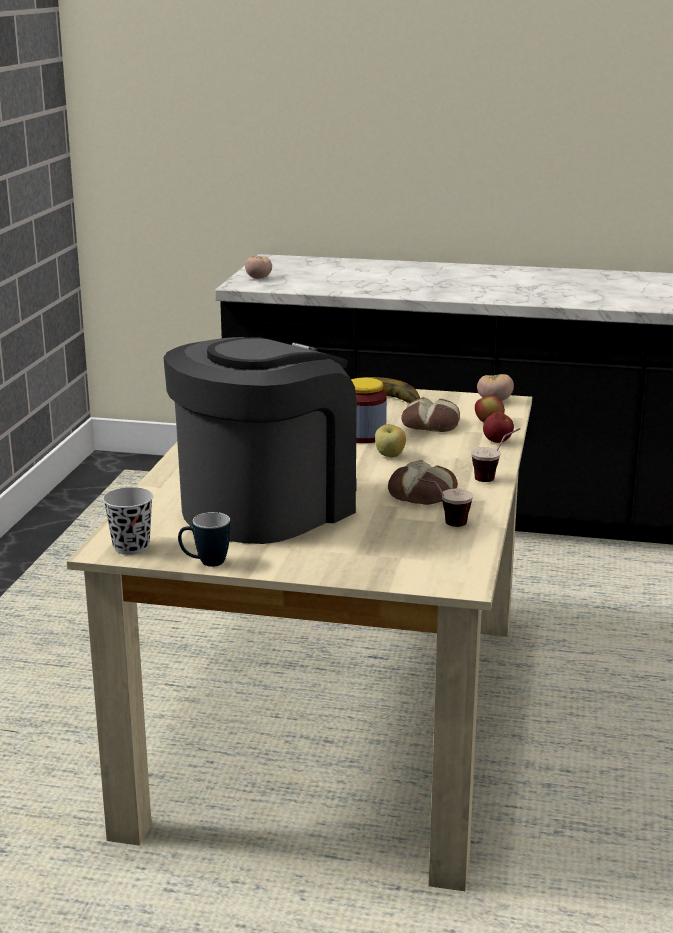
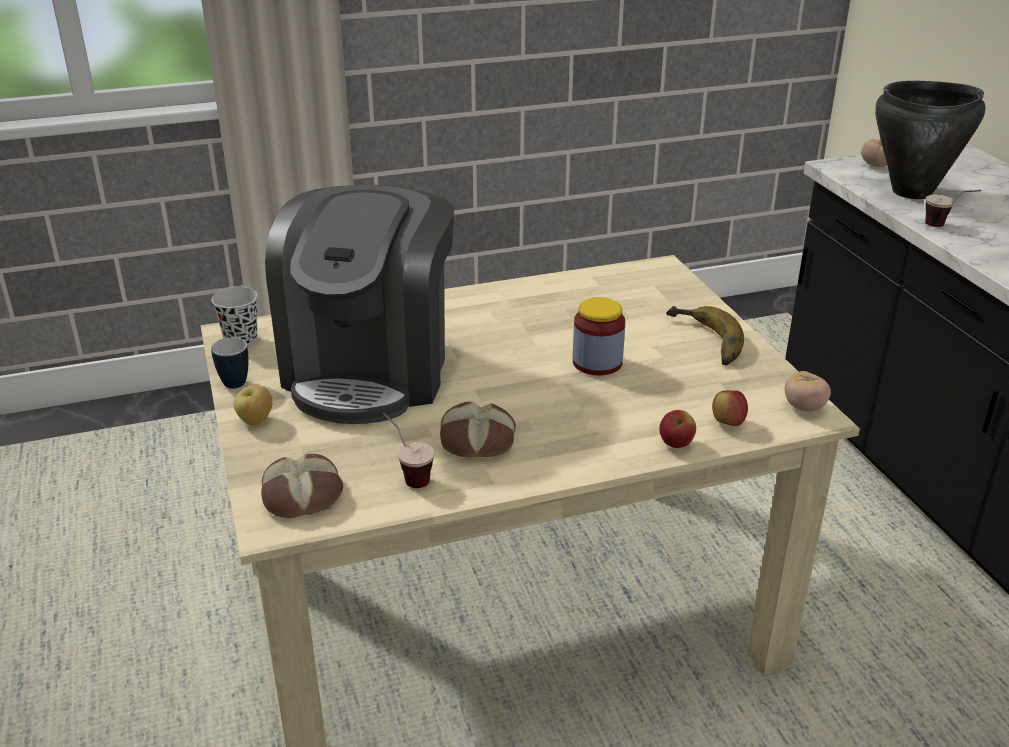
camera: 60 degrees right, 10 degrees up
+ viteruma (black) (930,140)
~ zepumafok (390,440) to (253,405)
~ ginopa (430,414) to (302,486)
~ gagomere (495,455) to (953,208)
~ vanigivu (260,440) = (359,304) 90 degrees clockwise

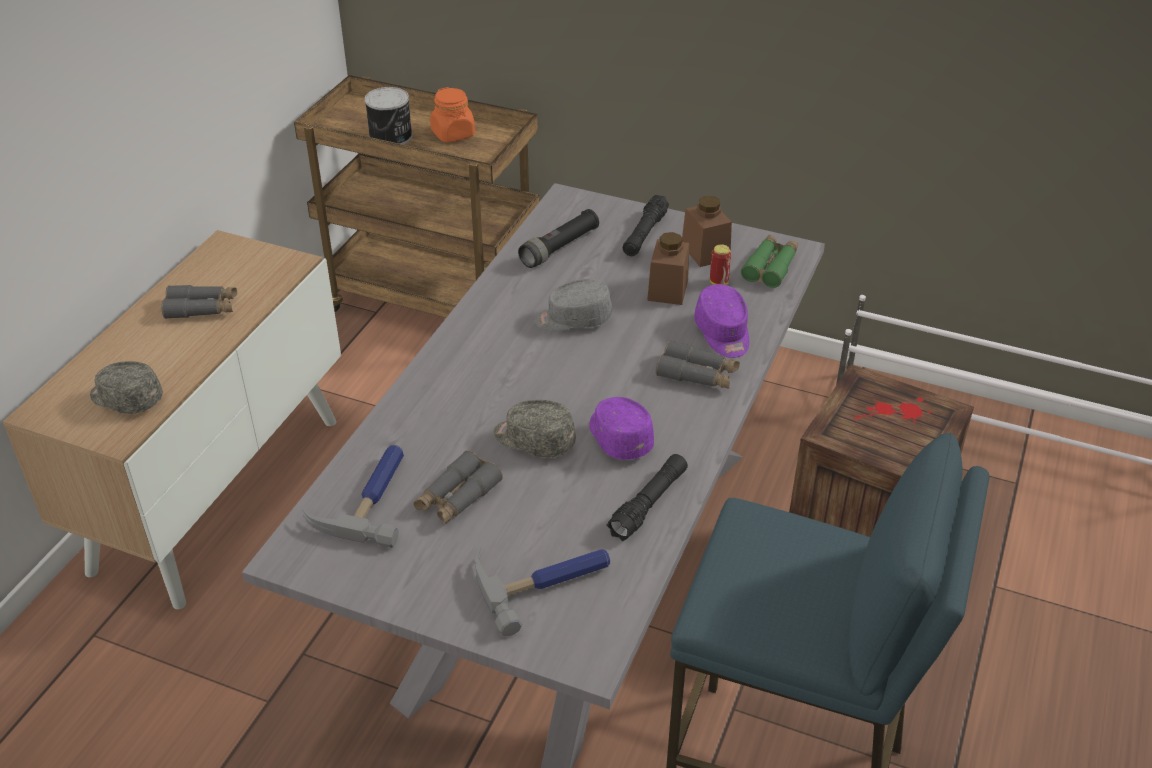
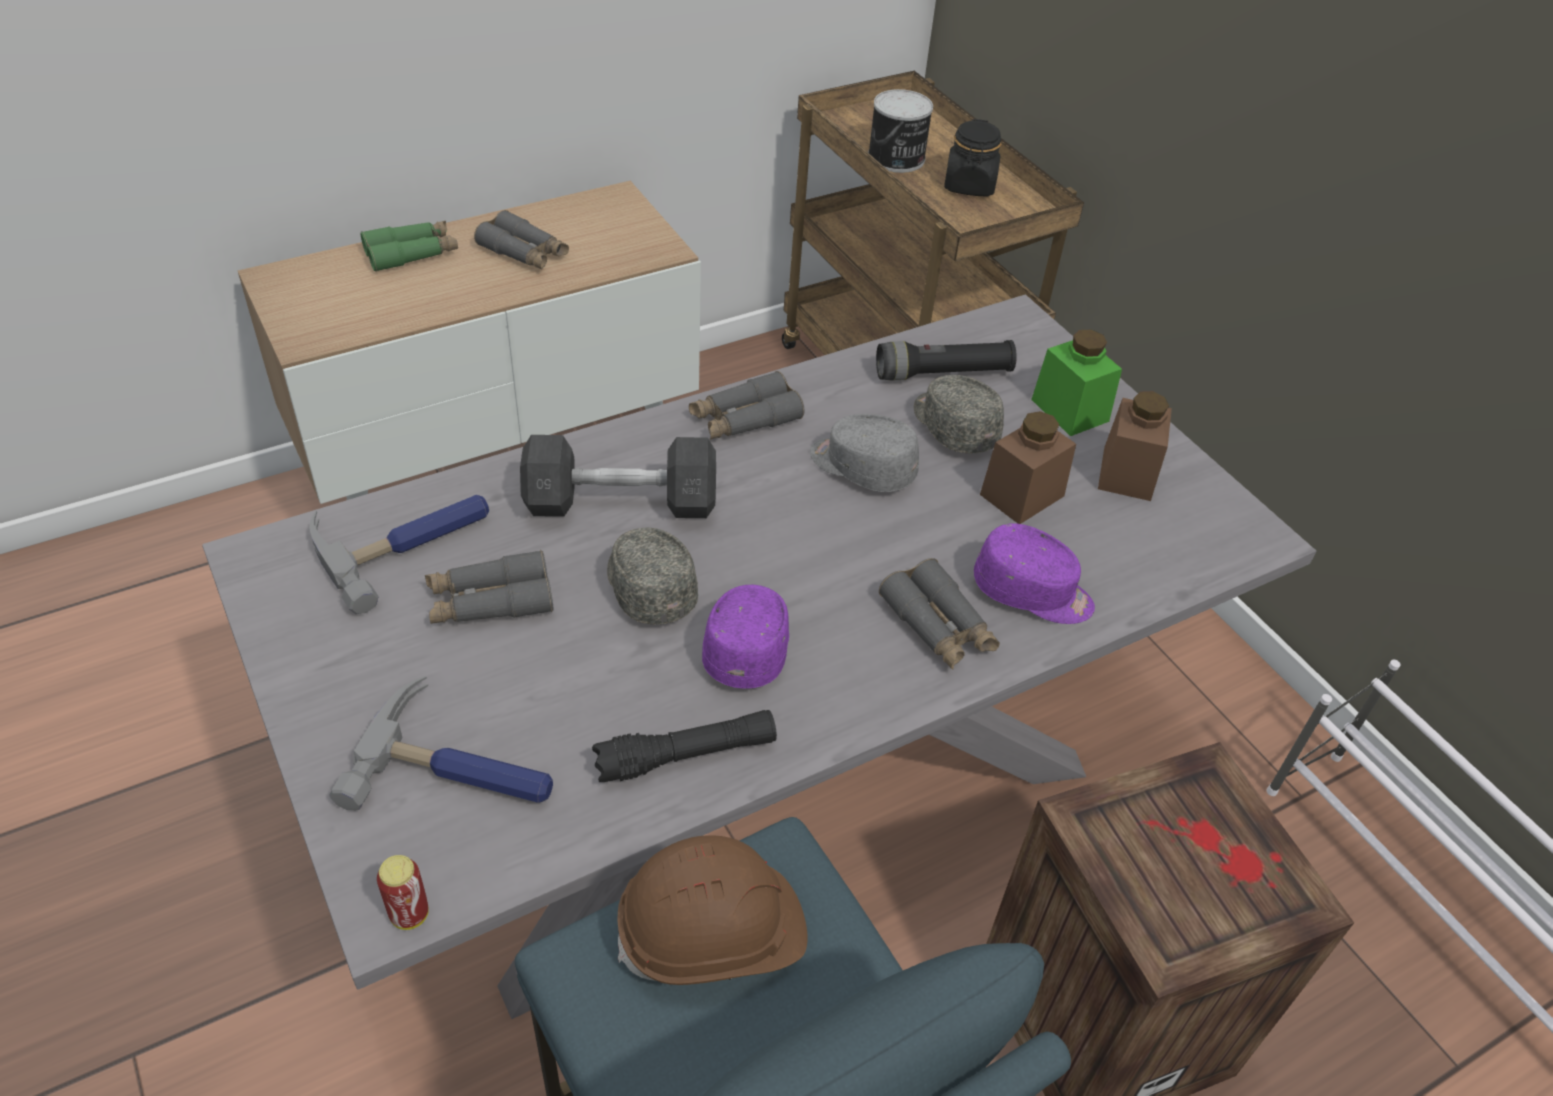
camera: 35 degrees right, 5 degrees up
+ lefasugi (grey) (618,476)
+ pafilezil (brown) (713,910)
+ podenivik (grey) (746,405)
~ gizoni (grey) (126,387) to (959,414)
~ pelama (720,264) to (403,892)
~ podenivik (green) (769,261) to (409,246)
~ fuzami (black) (646,225) to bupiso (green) (1076,383)
~ bupiso (orange) (452,115) to bupiso (black) (972,158)
~ gizoni (purple) (721,321) = (1034,573) 90 degrees counterclockwise

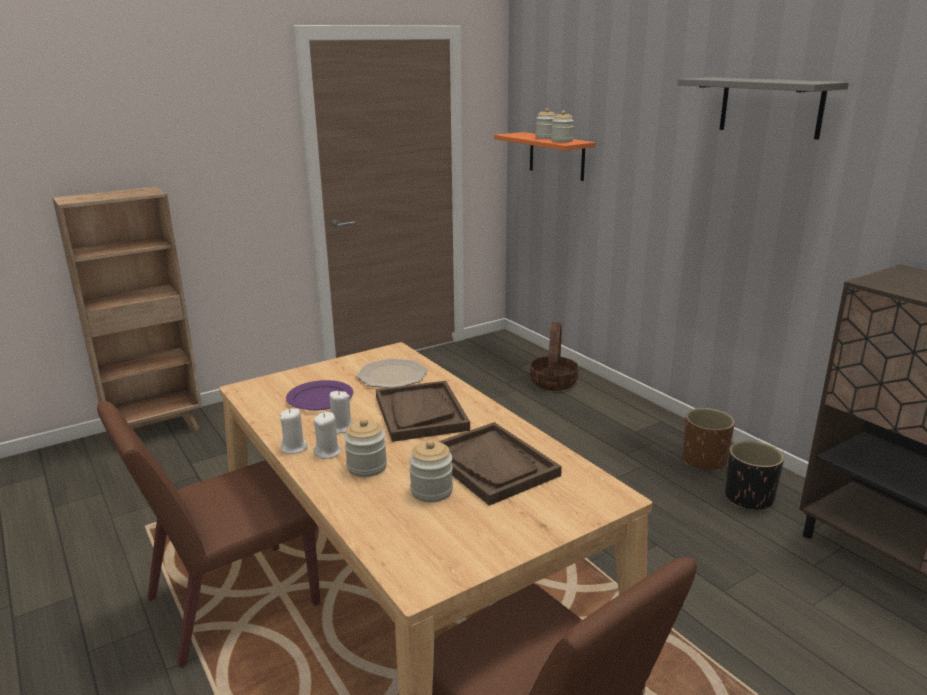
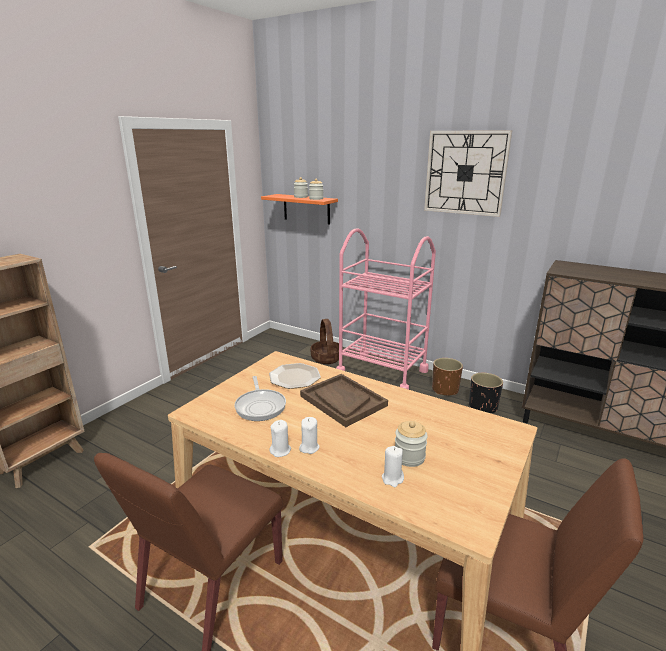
camera: 25 degrees left, 0 degrees up
- bupiso (365,447)
- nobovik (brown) (500,464)
+ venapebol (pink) (386,309)
~ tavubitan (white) (341,413) to (393,466)
~ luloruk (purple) (319,395) to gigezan (260,398)
~ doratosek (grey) (763,108) to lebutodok (468,173)

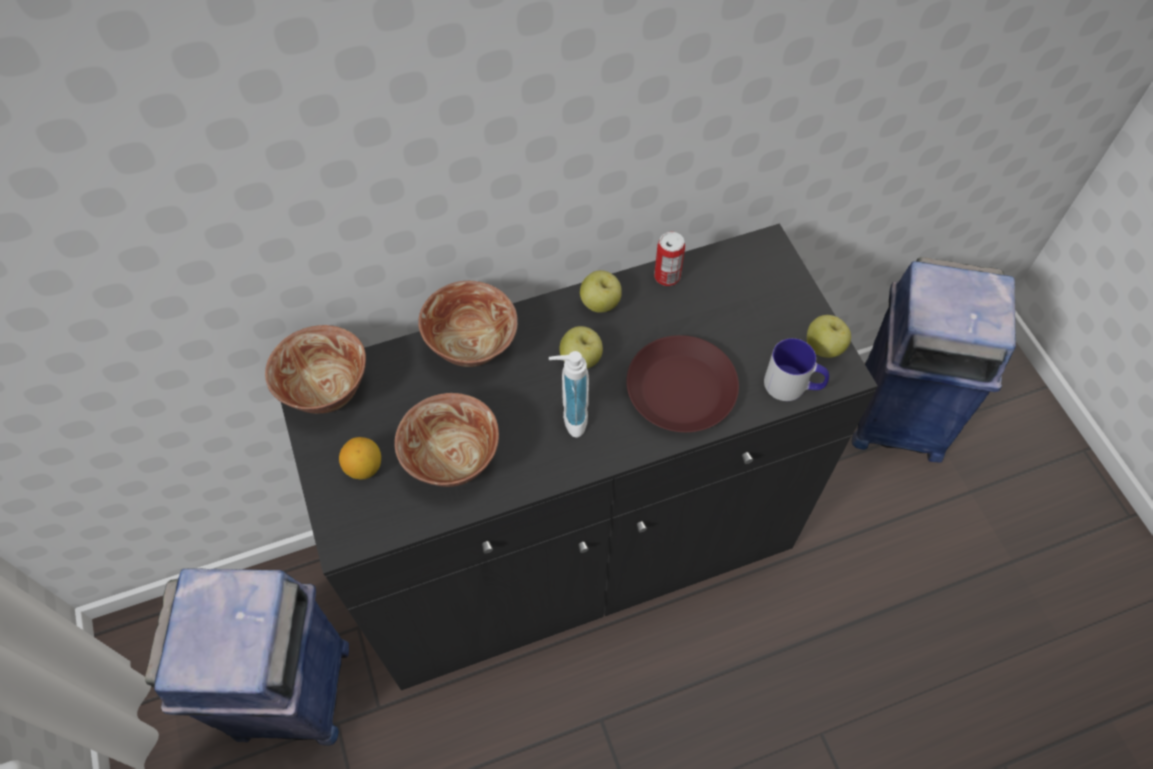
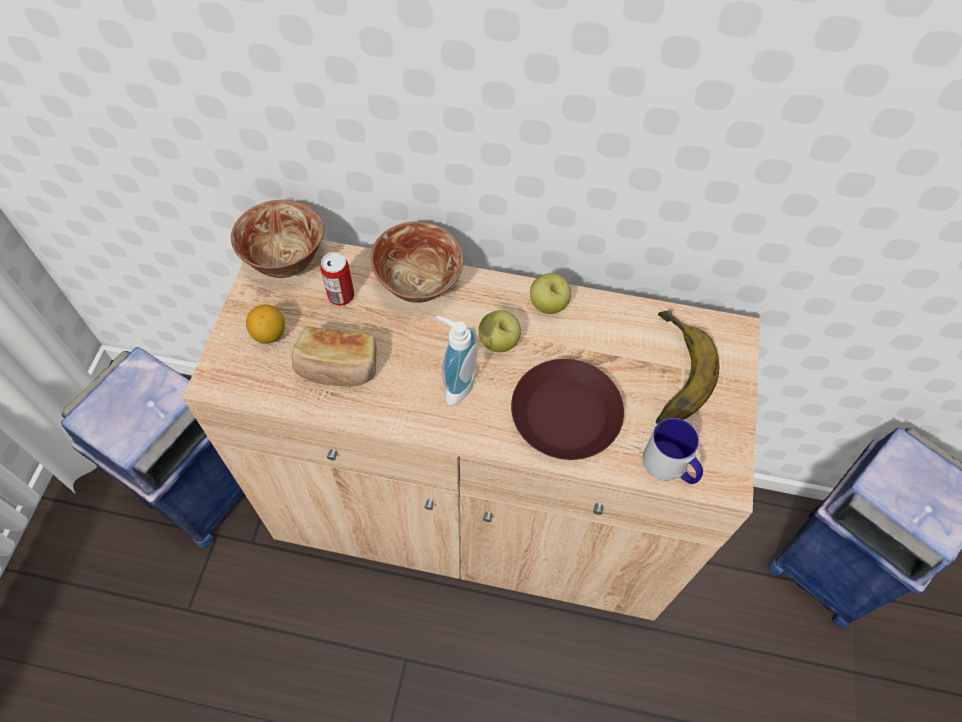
camera: 30 degrees right, 0 degrees up
- zepumafok (829,336)
+ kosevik (687,367)
~ pelama (669,259) to (337,279)
~ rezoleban (446,440) to ginopa (334,356)
~ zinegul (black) (579,456) to zinegul (beige) (471,430)

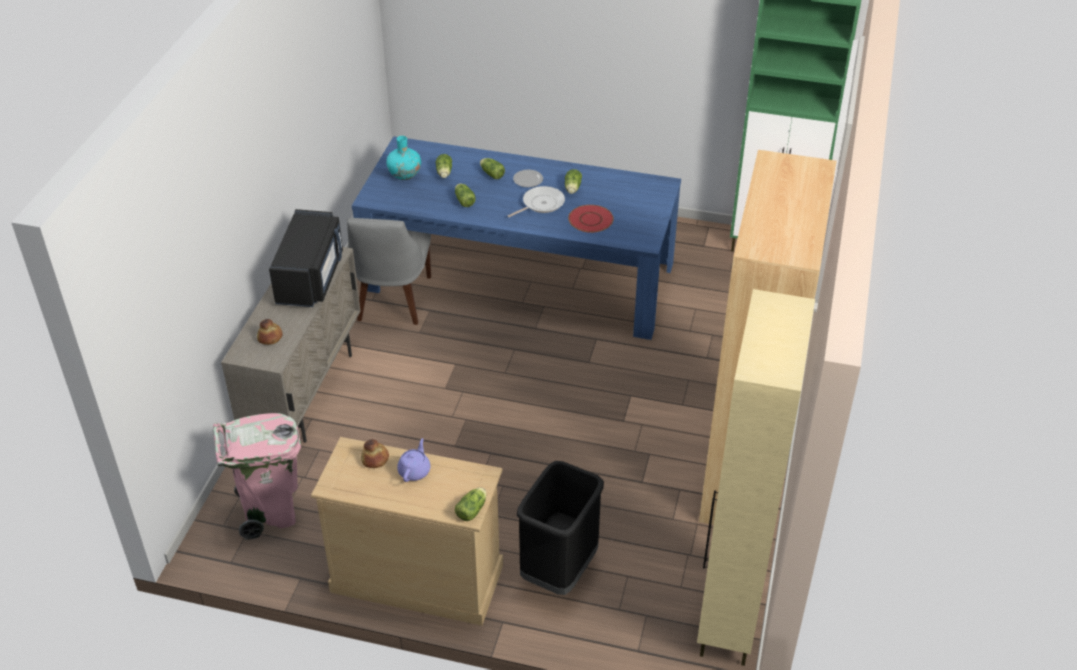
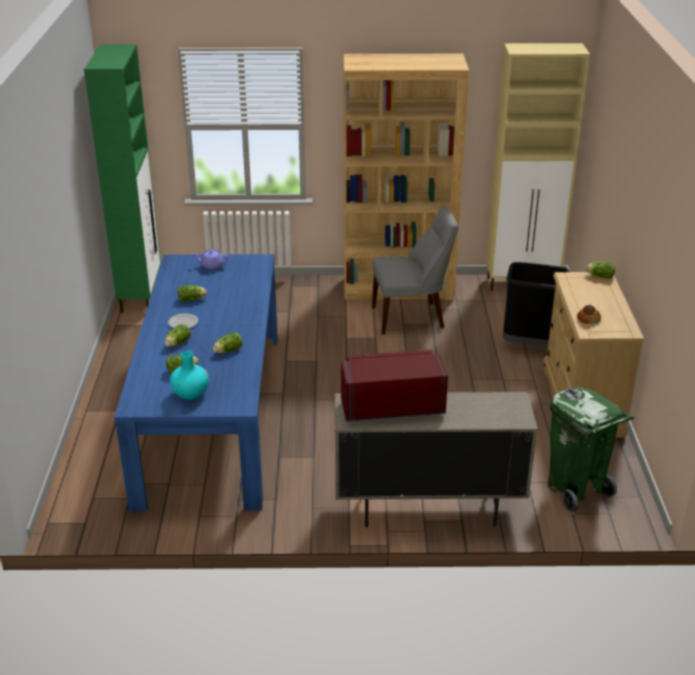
camera: 105 degrees left, 10 degrees down
- ginopa (270,332)
- gigezan (536,201)
- luloruk (red) (591,219)
~ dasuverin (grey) (389,271) to (415,271)
~ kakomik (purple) (413,460) to (210,260)
~ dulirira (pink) (257,476) to dulirira (green) (591,450)
~ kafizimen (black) (306,258) to kafizimen (red) (394,386)

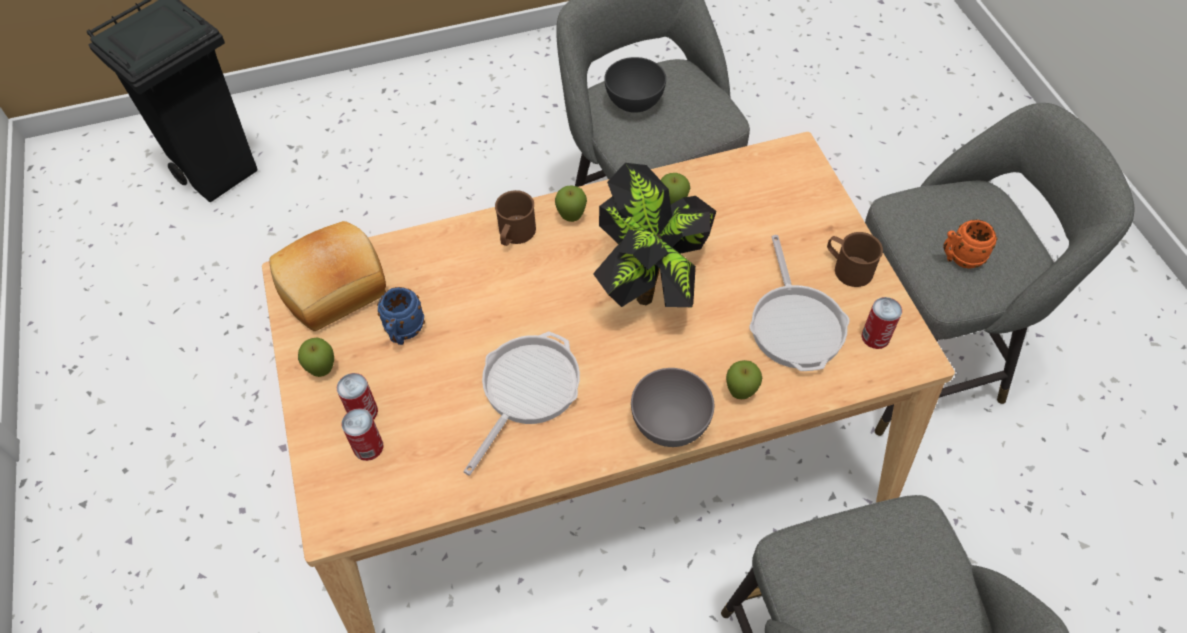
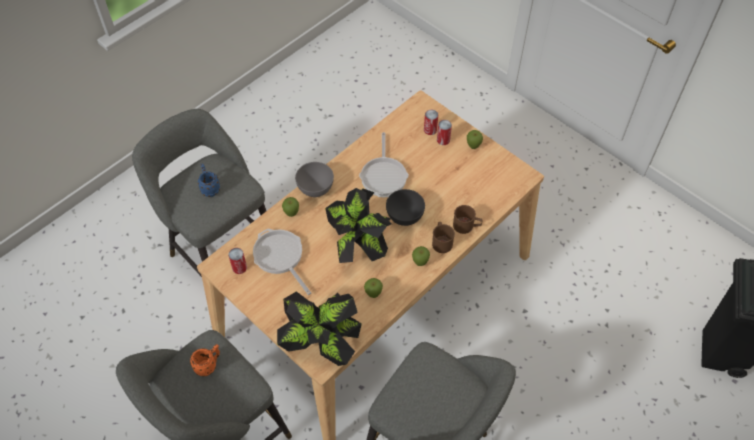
camera: 150 degrees right, 0 degrees up
- ginopa (327,276)
+ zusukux (319,328)
~ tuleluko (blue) (401,316) to (209,180)
~ rezoleban (grey) (635,85) to (405,207)
~ tuleluko (brown) (855,259) to (467,219)

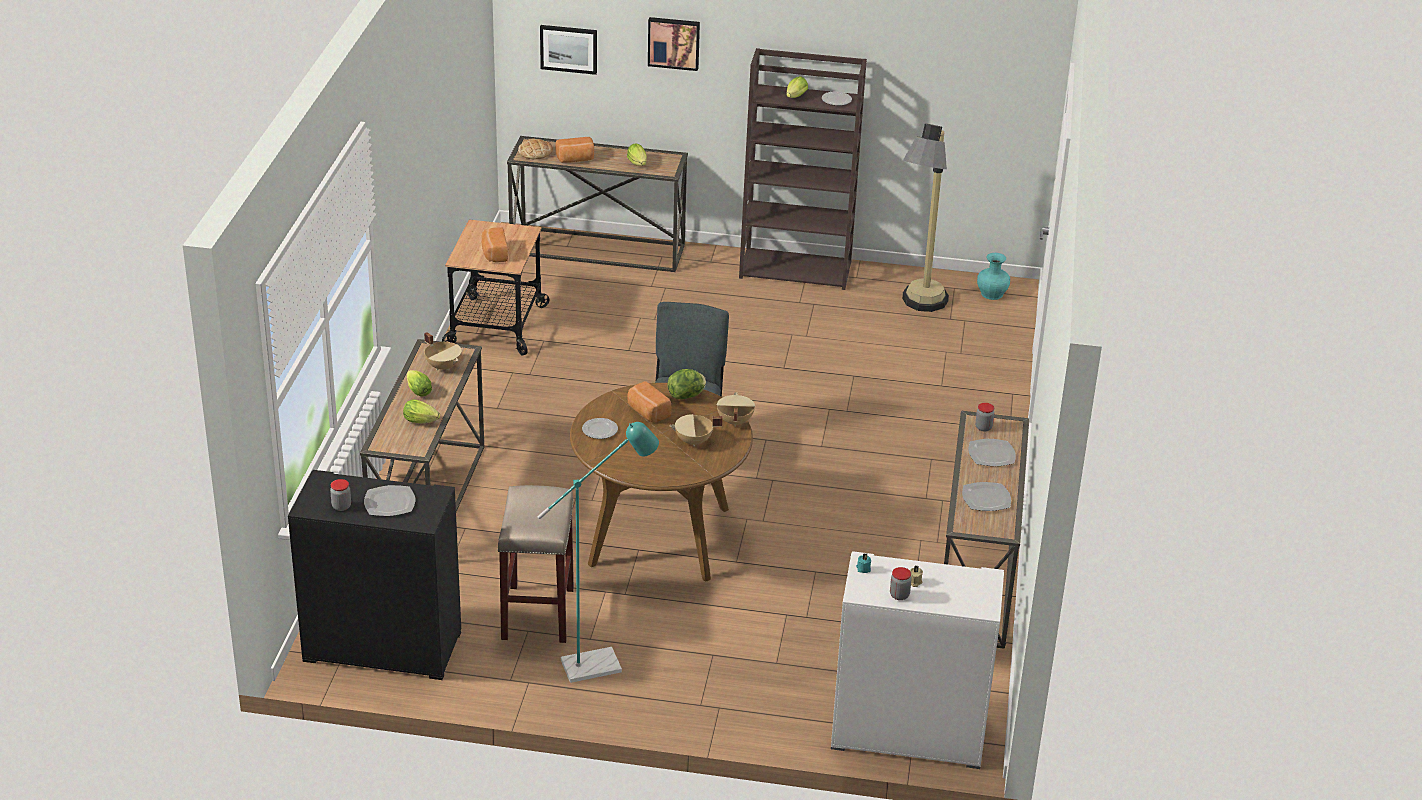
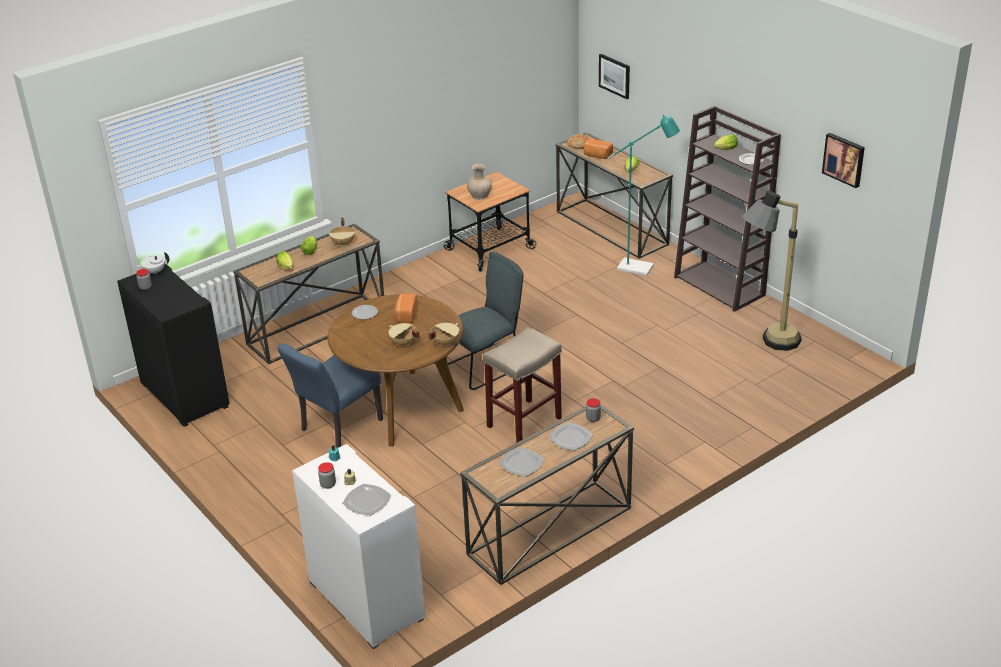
camera: 45 degrees right, 0 degrees up
- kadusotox (686,384)
- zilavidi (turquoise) (993,276)
+ kakomik (white) (151,263)
+ dasuverin (blue) (330,395)
~ luloruk (389,500) to (366,500)
~ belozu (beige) (535,564) to (522,385)
~ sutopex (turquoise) (598,552) to (644,195)
~ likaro (674,44) to (843,160)
~ ginopa (494,244) to zilavidi (beige) (479,181)

